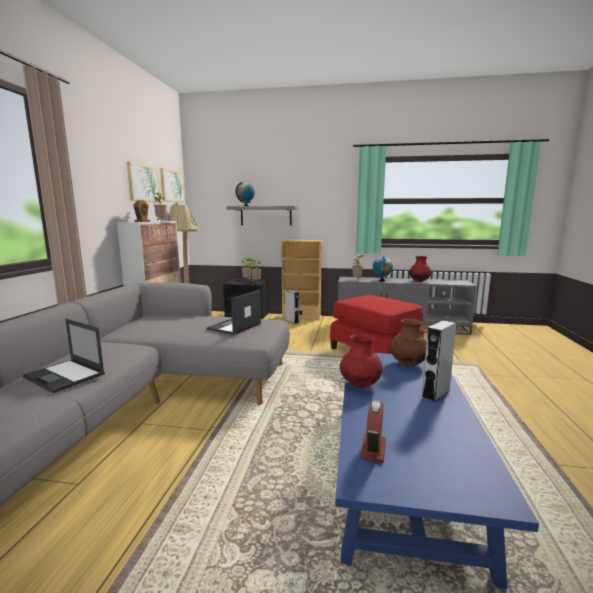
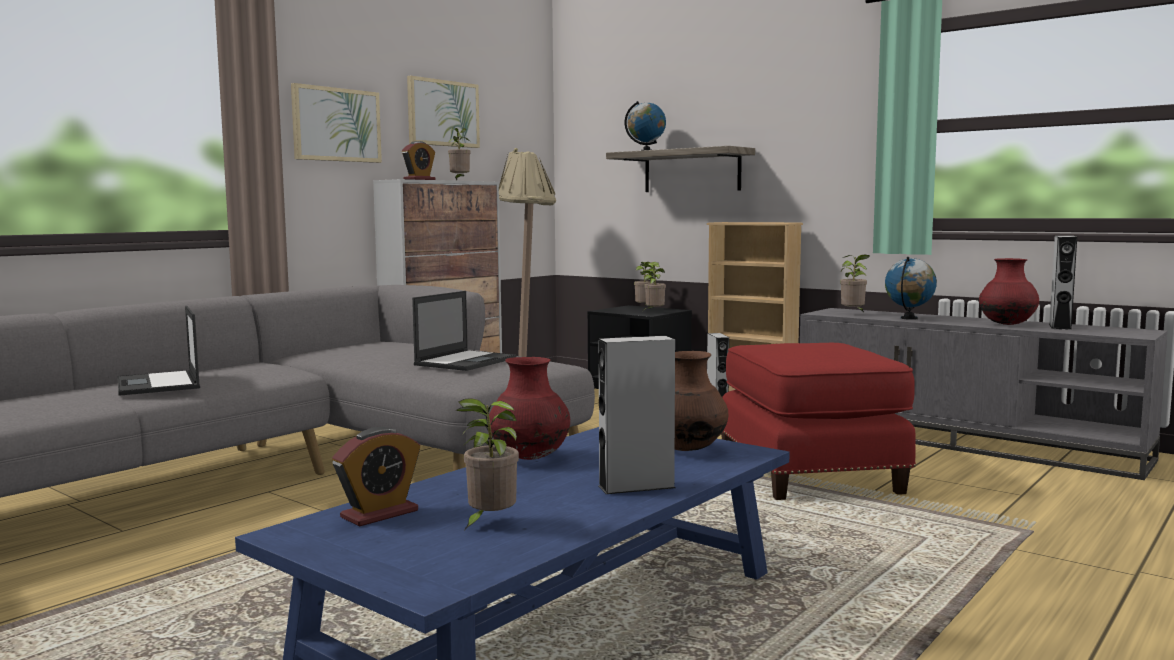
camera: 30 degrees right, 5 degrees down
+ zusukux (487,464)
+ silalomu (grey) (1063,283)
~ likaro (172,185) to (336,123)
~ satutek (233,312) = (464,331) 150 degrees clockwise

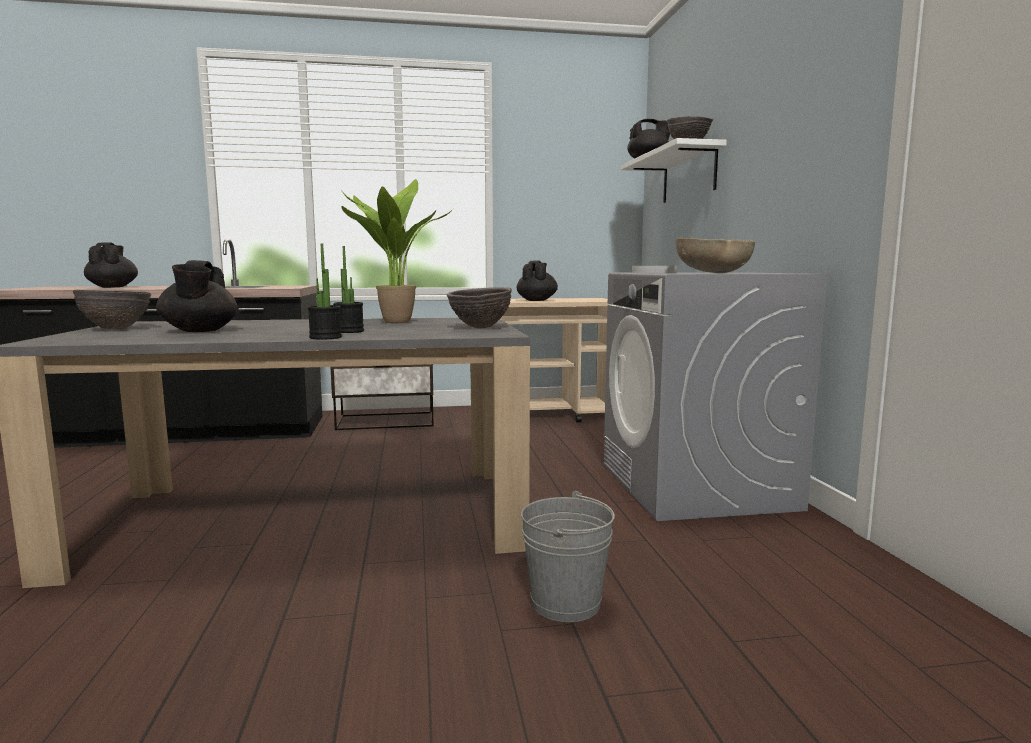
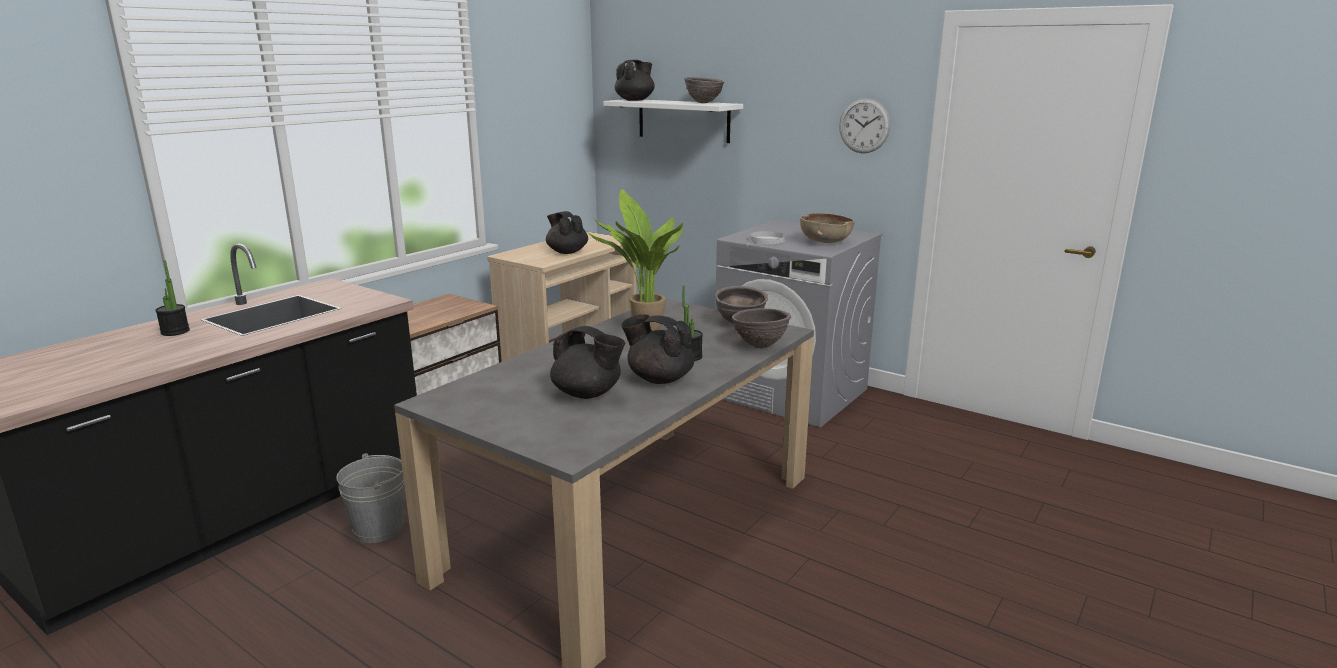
camera: 45 degrees left, 10 degrees up
+ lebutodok (864,125)
~ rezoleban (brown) (112,310) to (761,328)
~ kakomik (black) (111,265) to (657,349)
~ zusukux (325,291) to (172,298)
~ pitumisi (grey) (568,556) to (370,498)

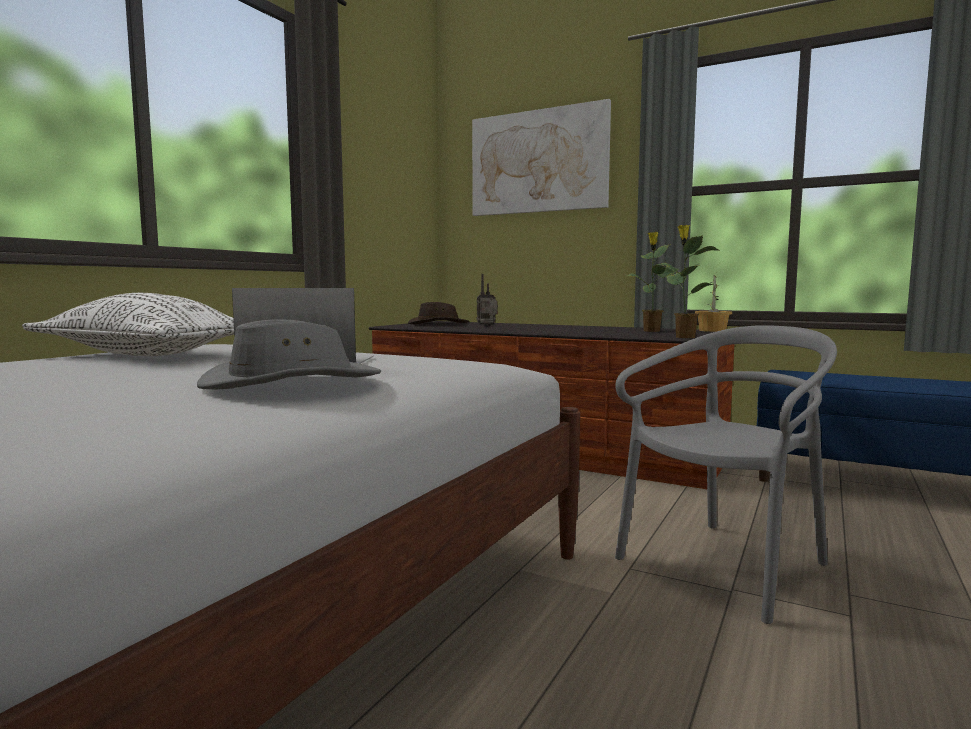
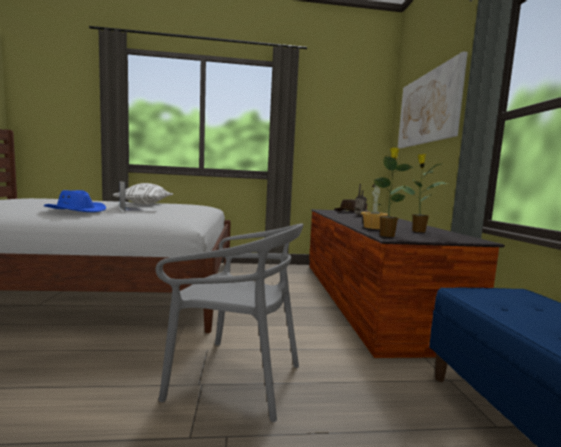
camera: 55 degrees right, 0 degrees up
~ zusukux (713,303) to (374,206)
~ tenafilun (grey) (289,354) to tenafilun (blue) (75,201)

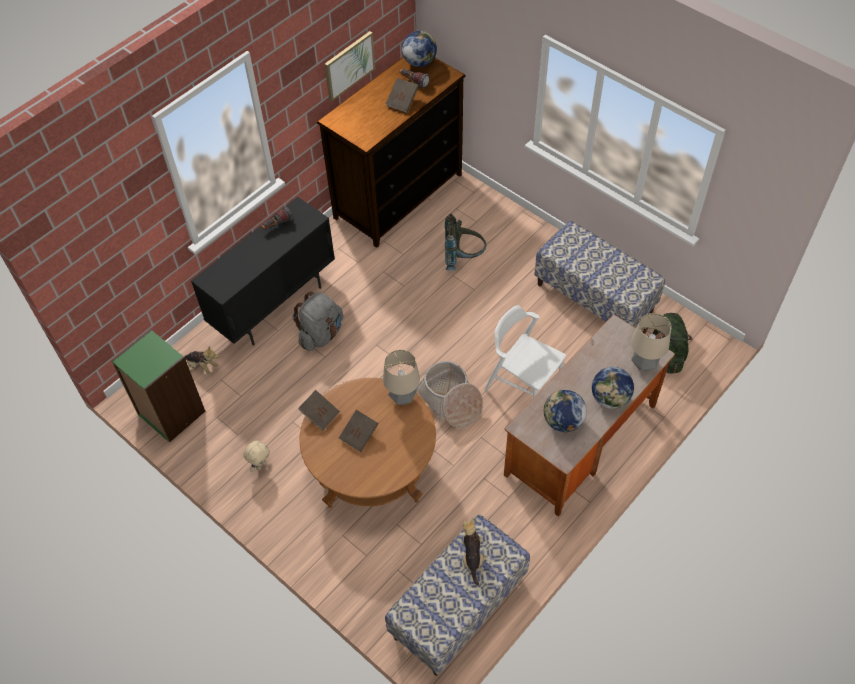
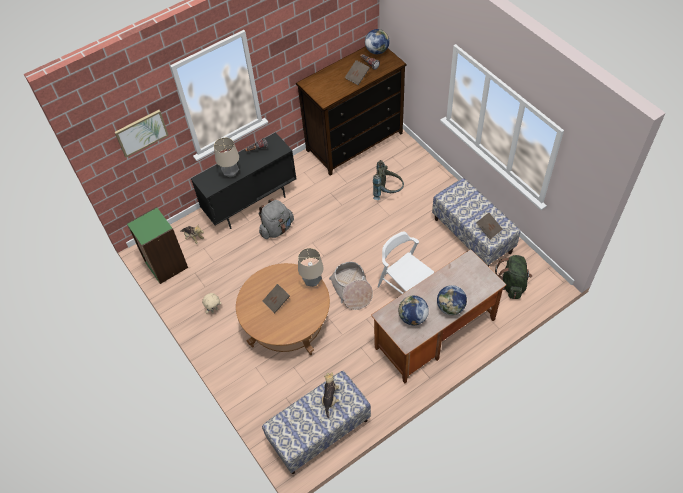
camera: 15 degrees right, 0 degrees up
~ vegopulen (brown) (319,410) to (489,226)
~ likaro (350,66) to (142,134)
~ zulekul (651,342) to (226,157)

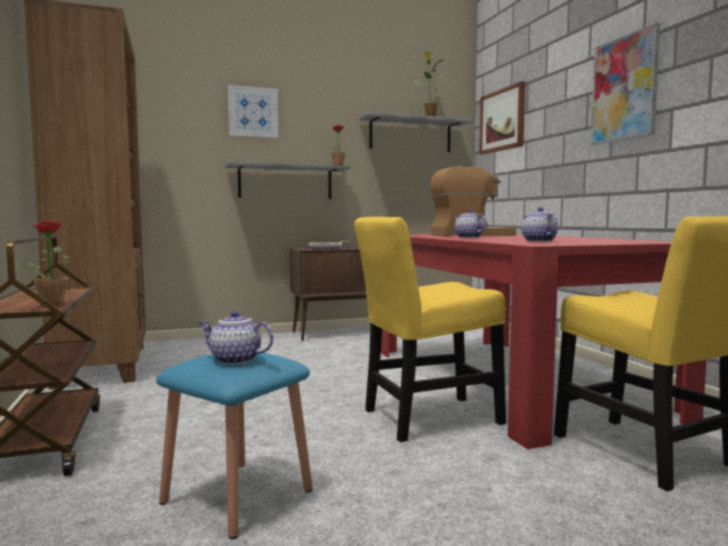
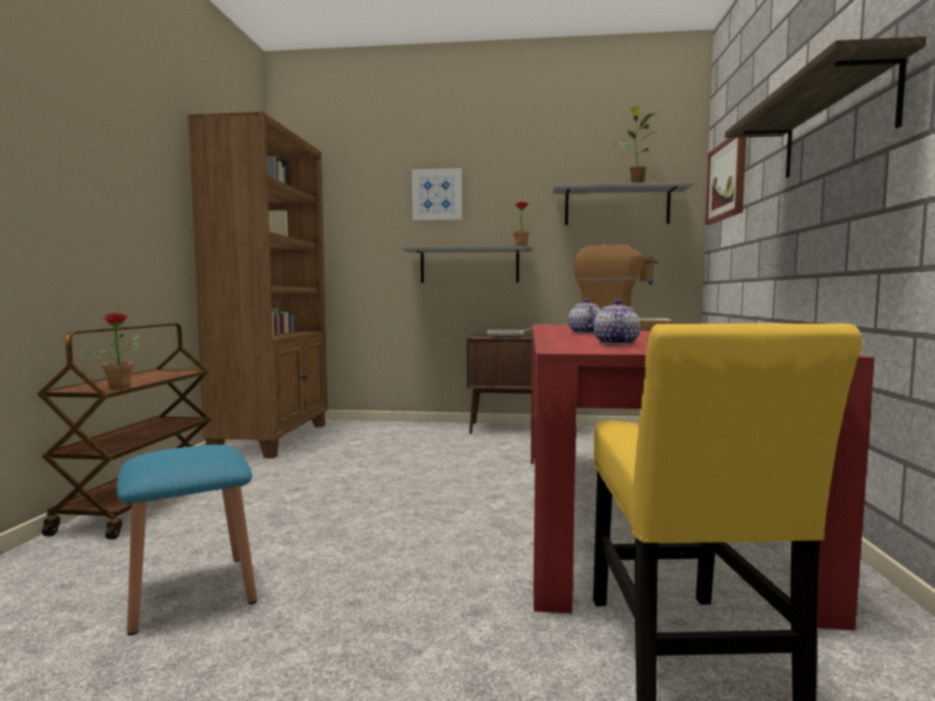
camera: 25 degrees right, 0 degrees up
- kakomik (236,337)
- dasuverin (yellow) (430,329)
~ likaro (625,83) to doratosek (826,107)

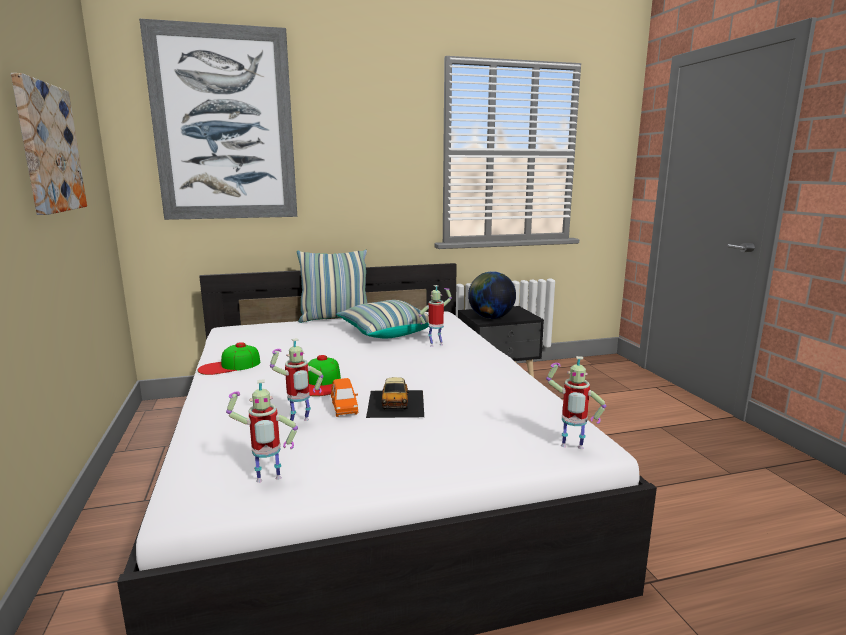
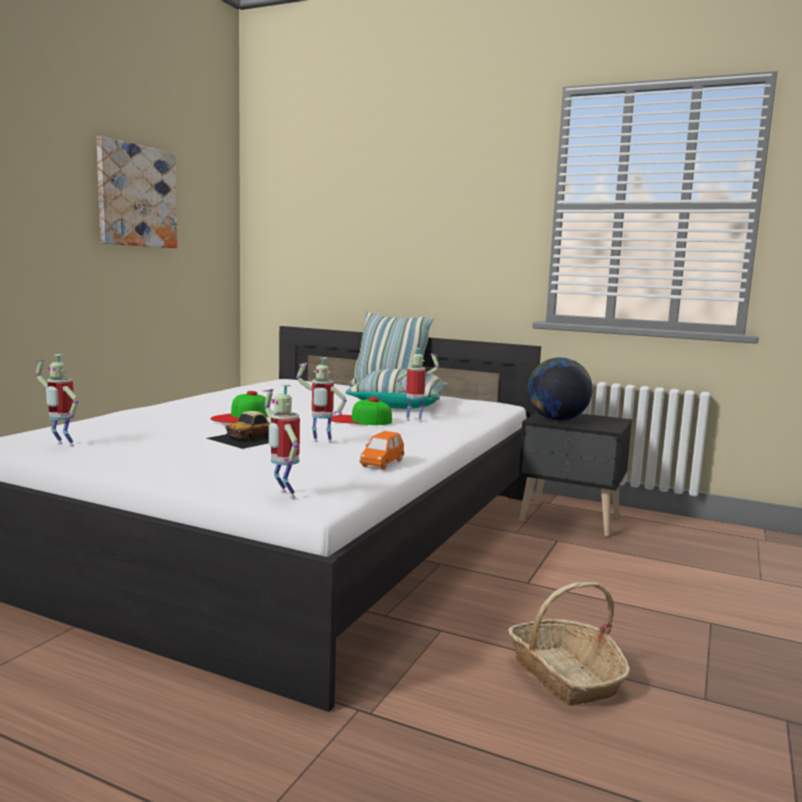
camera: 40 degrees right, 5 degrees down
- likaro (218,119)
+ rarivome (569,643)
~ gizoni (229,358) to (361,411)
~ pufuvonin (297,379) to (321,400)
~ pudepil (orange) (344,397) to (382,450)

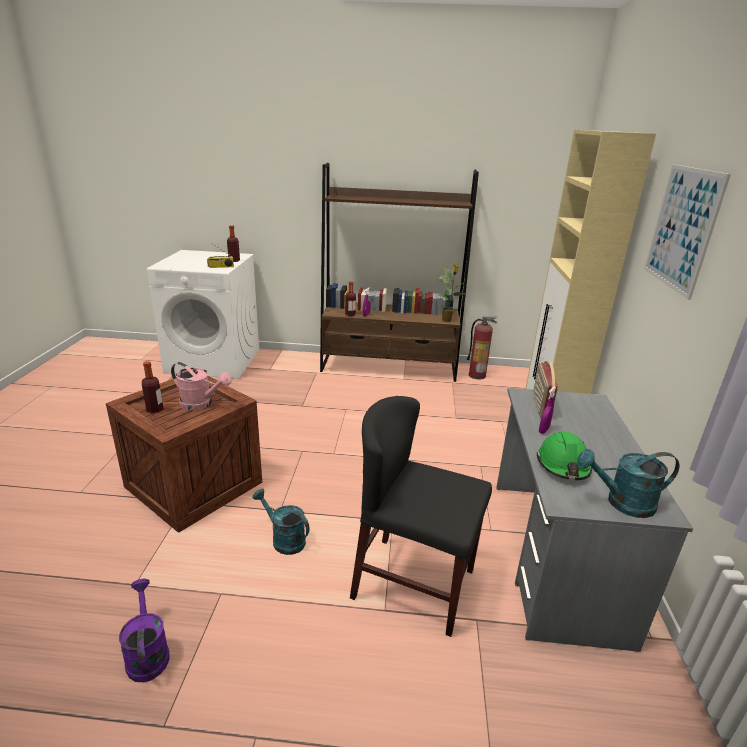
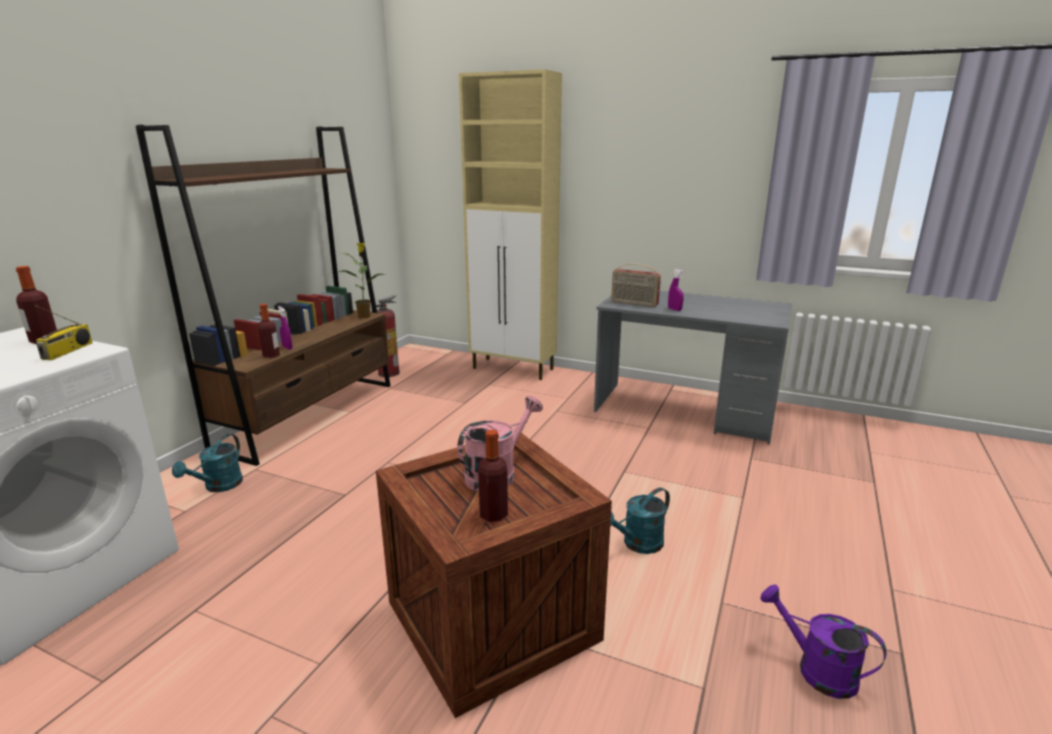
camera: 70 degrees left, 5 degrees down
- dasuverin (black) (421,516)
- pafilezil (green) (564,455)
- likaro (687,232)
~ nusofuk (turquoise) (628,483) to (207,463)
~ nusofuk (purple) (144,630) = (823,642) 45 degrees clockwise

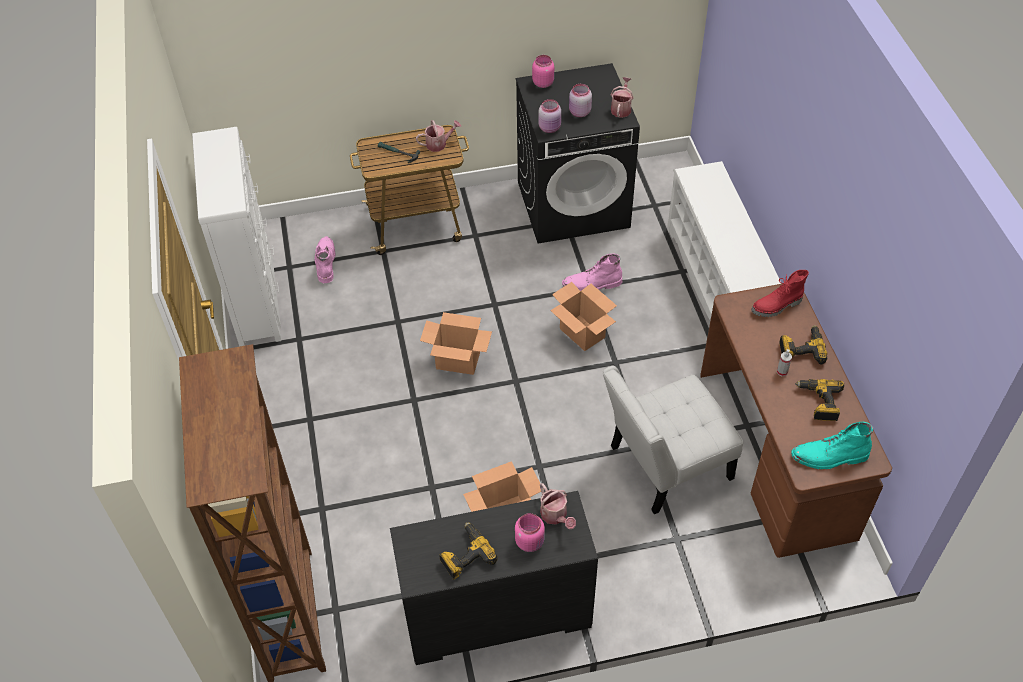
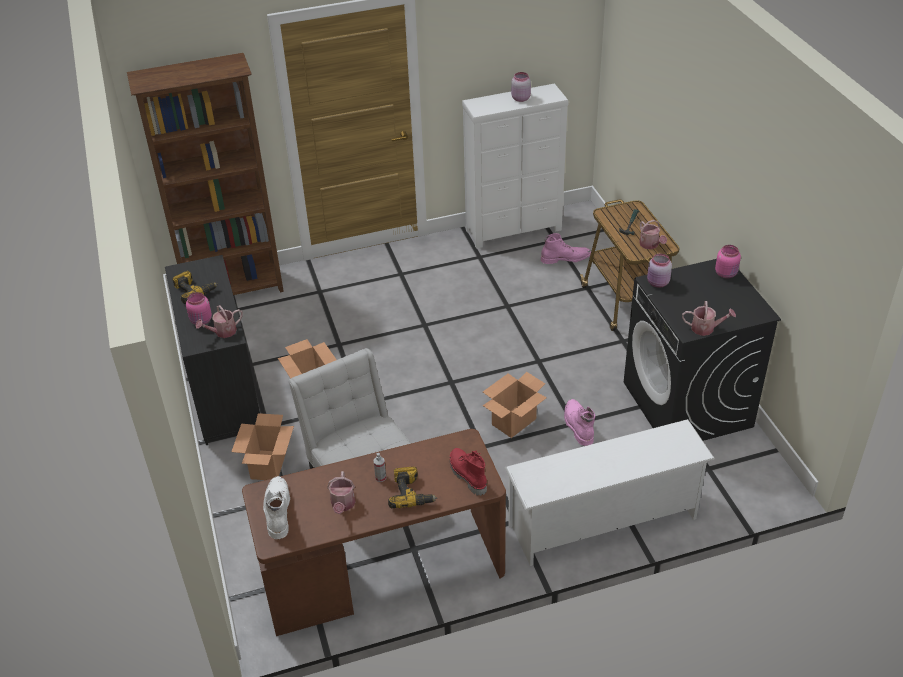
camera: 85 degrees right, 10 degrees down
~ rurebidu (456,343) to (262,446)
~ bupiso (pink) (580,100) to (521,87)
~ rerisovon (819,400) to nusofuk (341,492)
~ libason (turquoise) (832,445) to libason (white) (276,507)

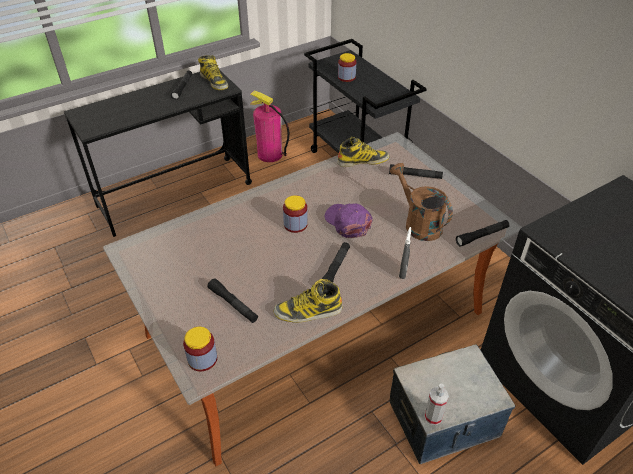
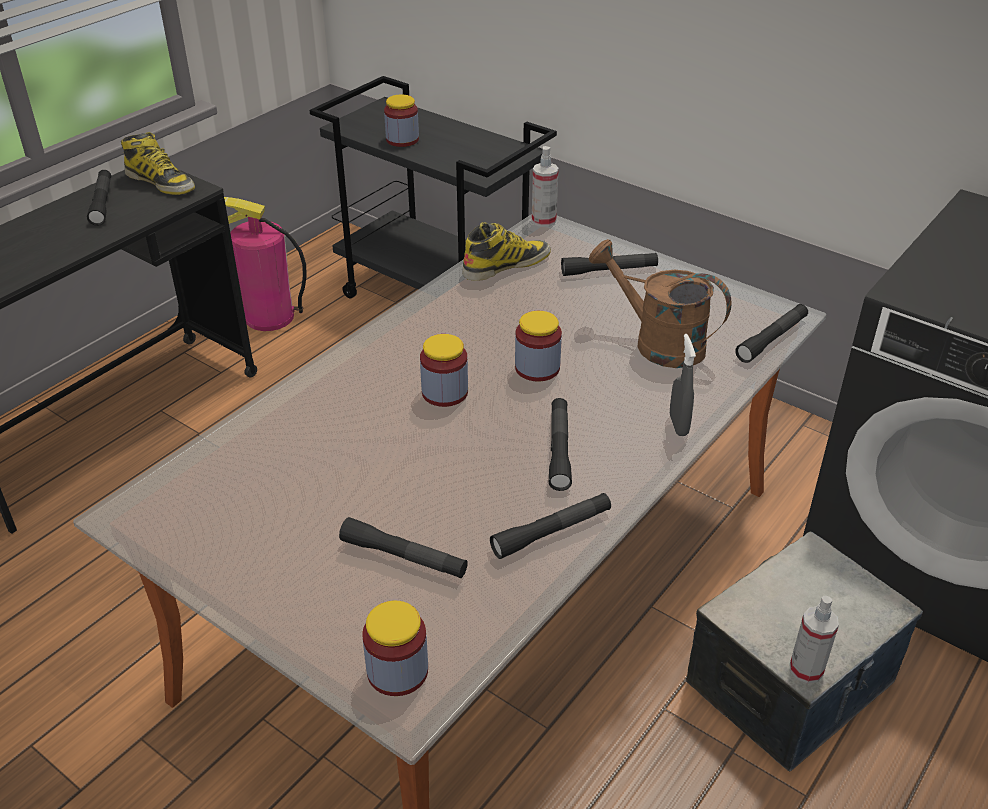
camera: 20 degrees left, 5 degrees down
+ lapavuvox (545,186)
~ libason (308,301) to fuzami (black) (550,526)
~ gizoni (purple) (349,221) to bupiso (538,346)

